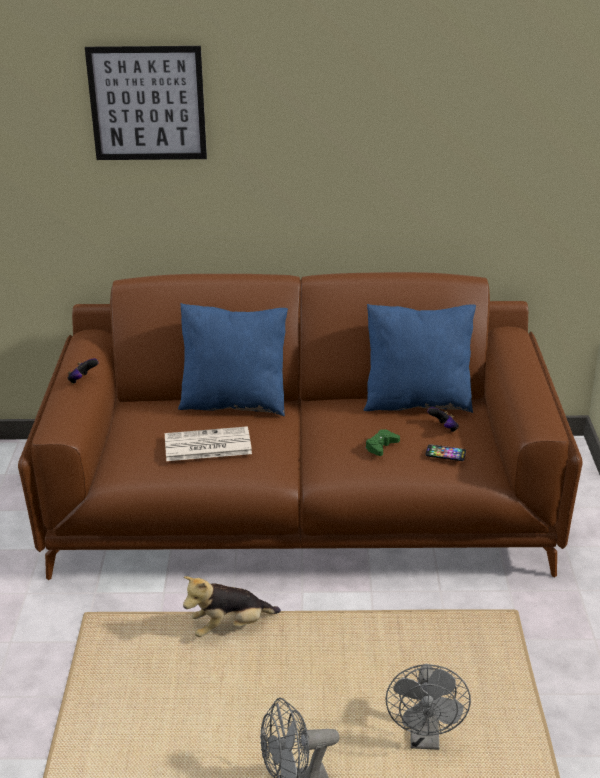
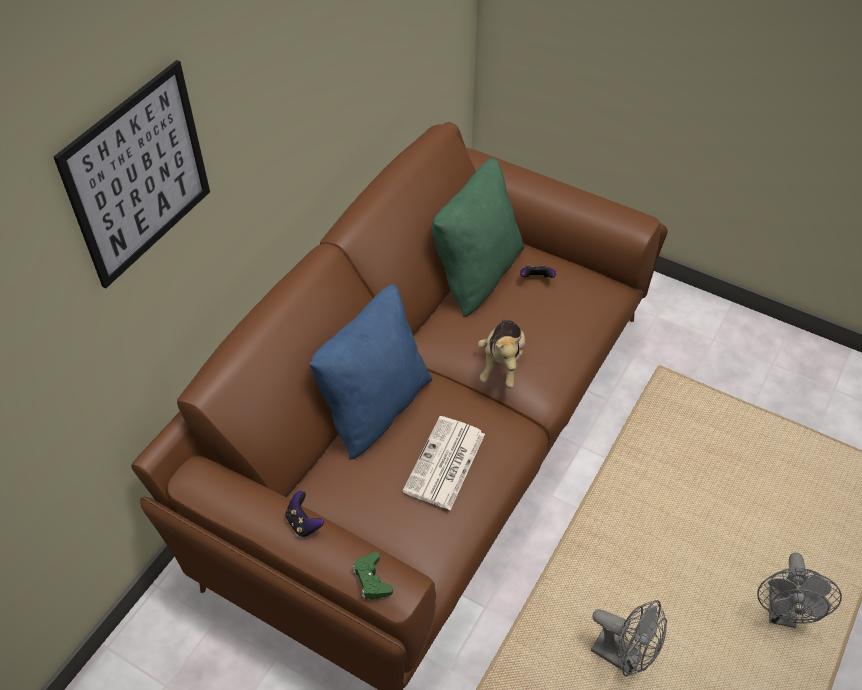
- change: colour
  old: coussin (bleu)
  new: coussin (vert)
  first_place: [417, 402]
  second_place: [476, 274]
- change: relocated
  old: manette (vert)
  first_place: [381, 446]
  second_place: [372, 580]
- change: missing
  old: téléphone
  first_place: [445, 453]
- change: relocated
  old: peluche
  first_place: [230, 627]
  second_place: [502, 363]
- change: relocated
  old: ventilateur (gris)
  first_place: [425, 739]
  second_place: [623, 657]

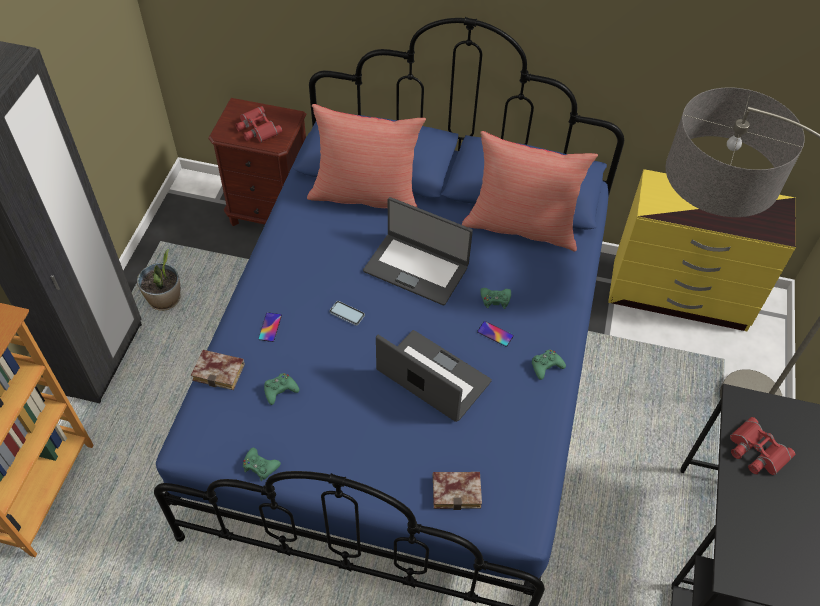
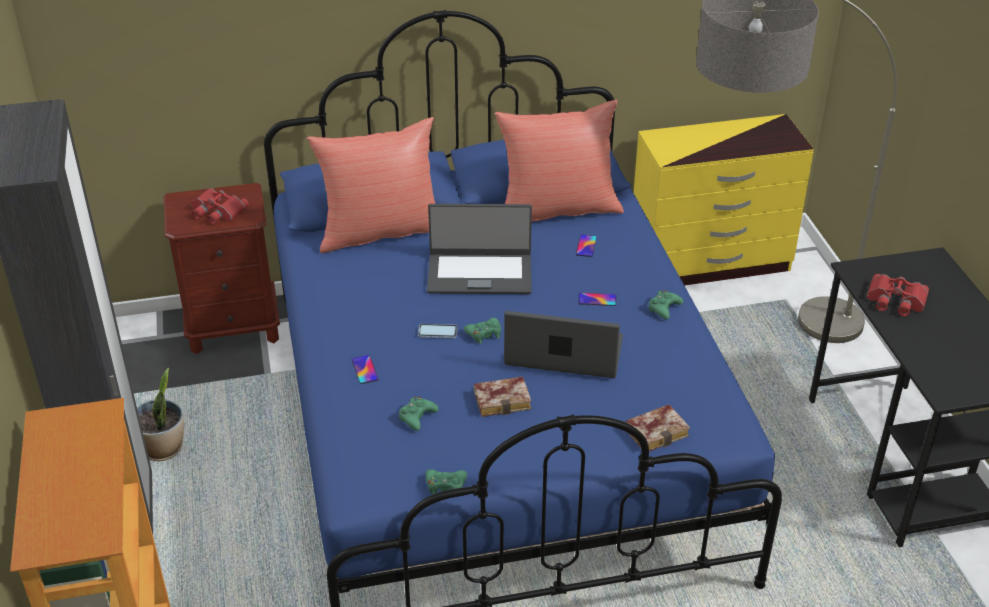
- change: relocated
  old: manette (vert)
  first_place: [495, 300]
  second_place: [484, 334]
- change: relocated
  old: livre
  first_place: [221, 371]
  second_place: [504, 399]
- change: appeared
  new: téléphone
  second_place: [586, 246]

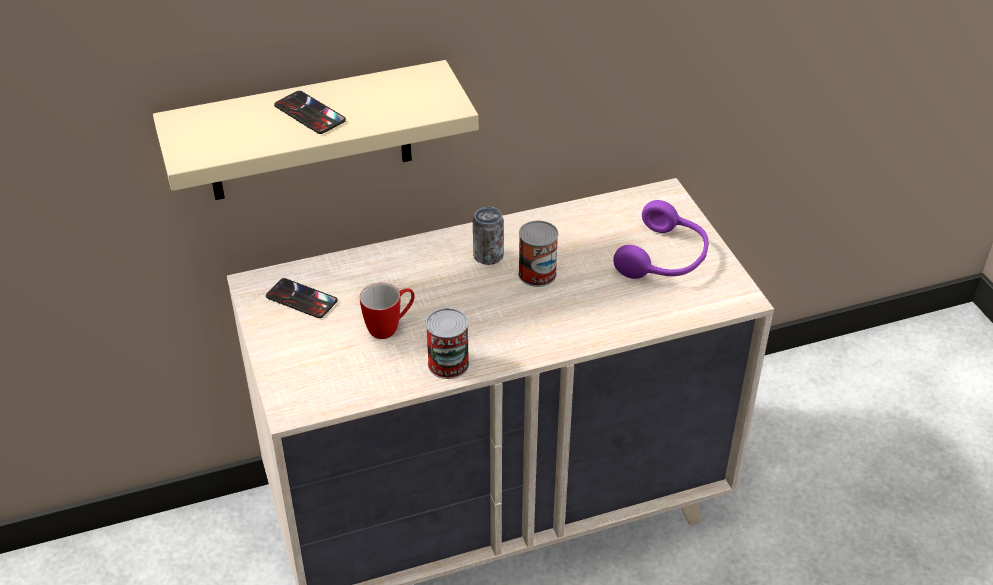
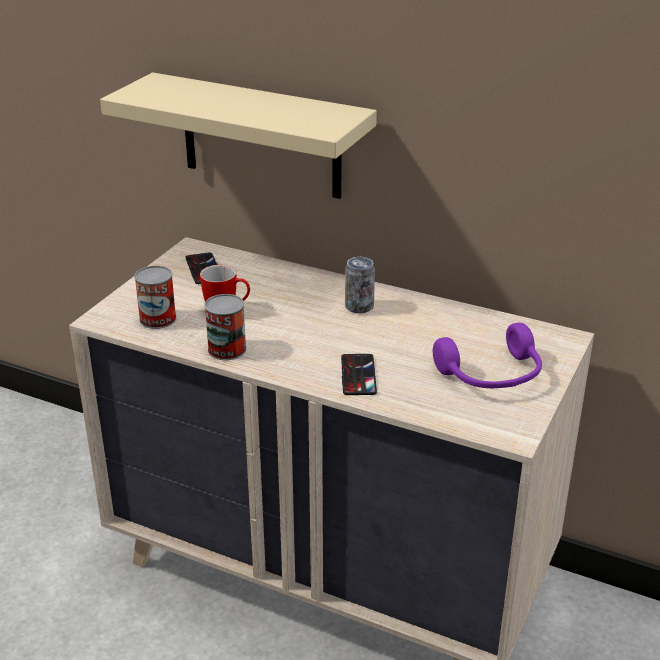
- change: relocated
  old: téléphone
  first_place: [309, 113]
  second_place: [358, 375]
- change: relocated
  old: boîte métallique
  first_place: [537, 274]
  second_place: [158, 319]

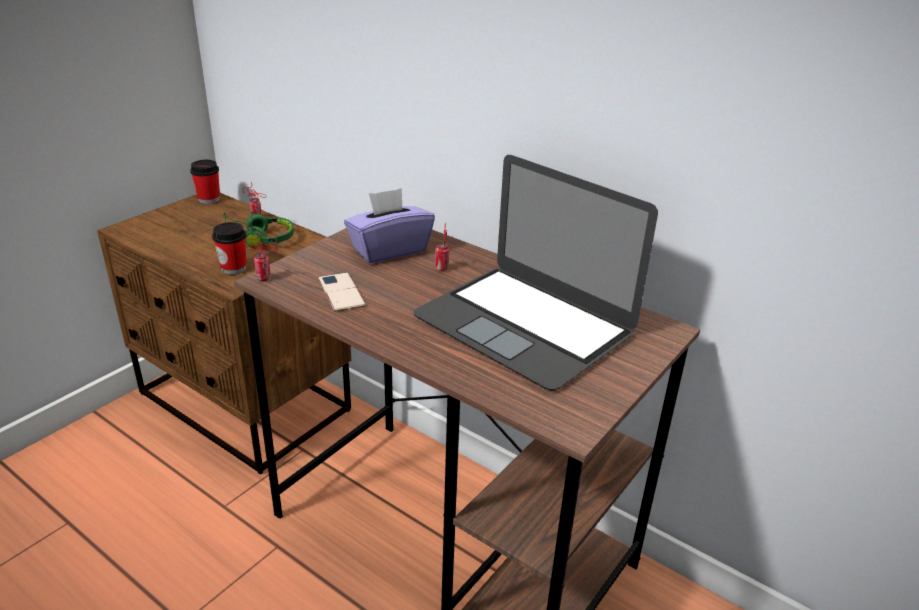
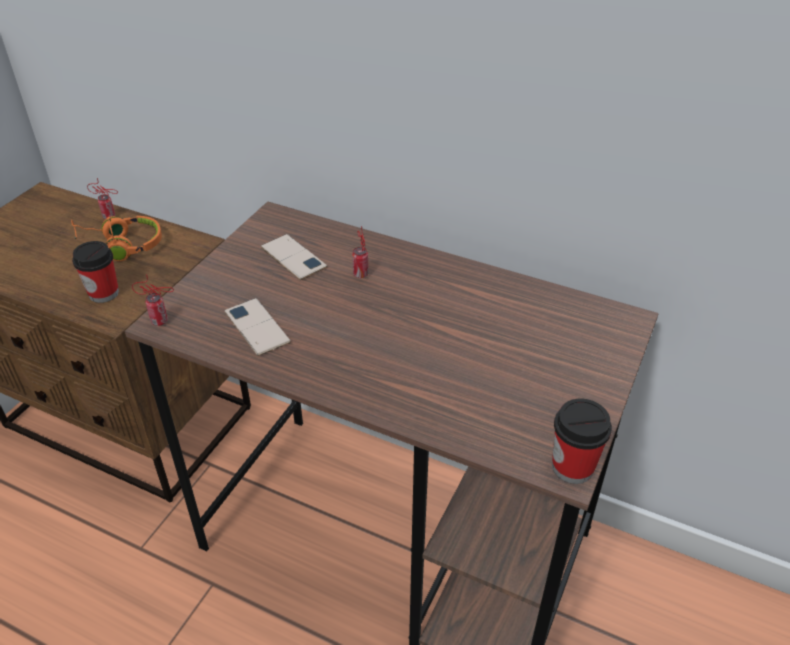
- change: missing
  old: ordinateur portable
  first_place: [523, 324]
- change: relocated
  old: tasse
  first_place: [209, 199]
  second_place: [572, 467]
- change: exchanged
  old: boîte à mouchoirs (violet)
  new: téléphone
  first_place: [389, 250]
  second_place: [293, 257]
- change: colour
  old: casque audio (vert)
  new: casque audio (orange)
  first_place: [259, 238]
  second_place: [121, 245]

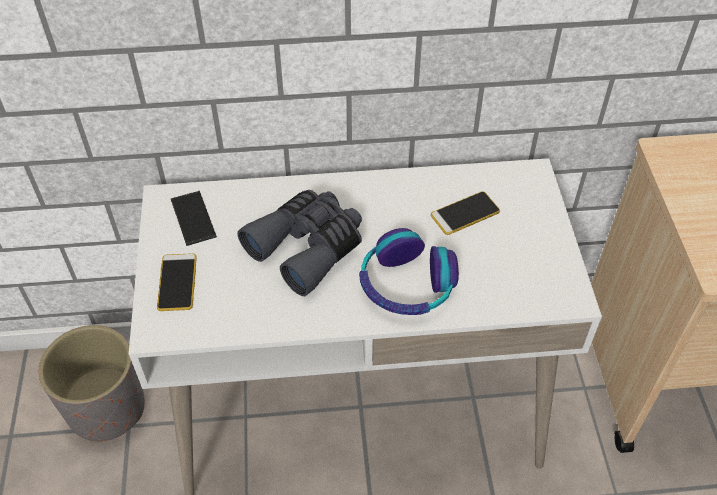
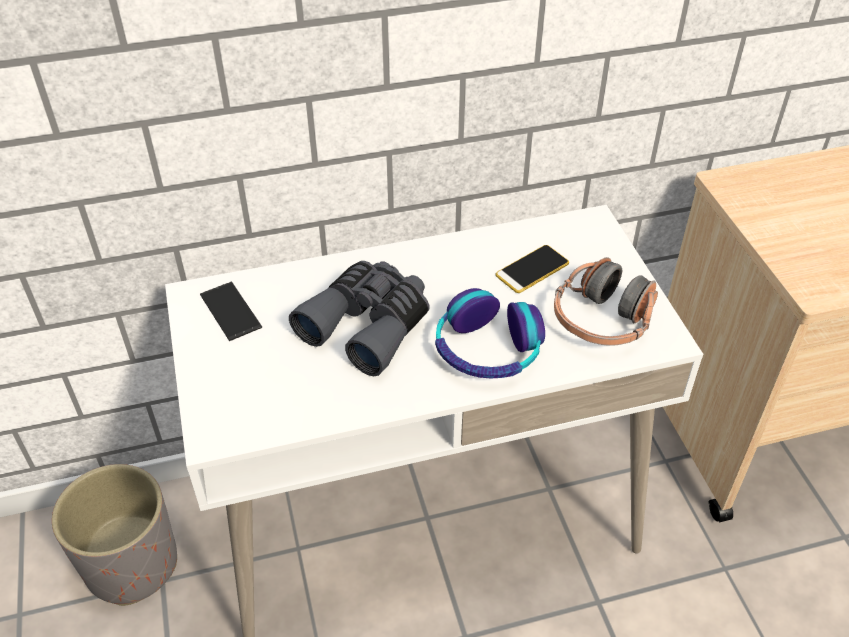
- change: missing
  old: téléphone
  first_place: [177, 282]
- change: appeared
  new: casque audio
  second_place: [602, 320]

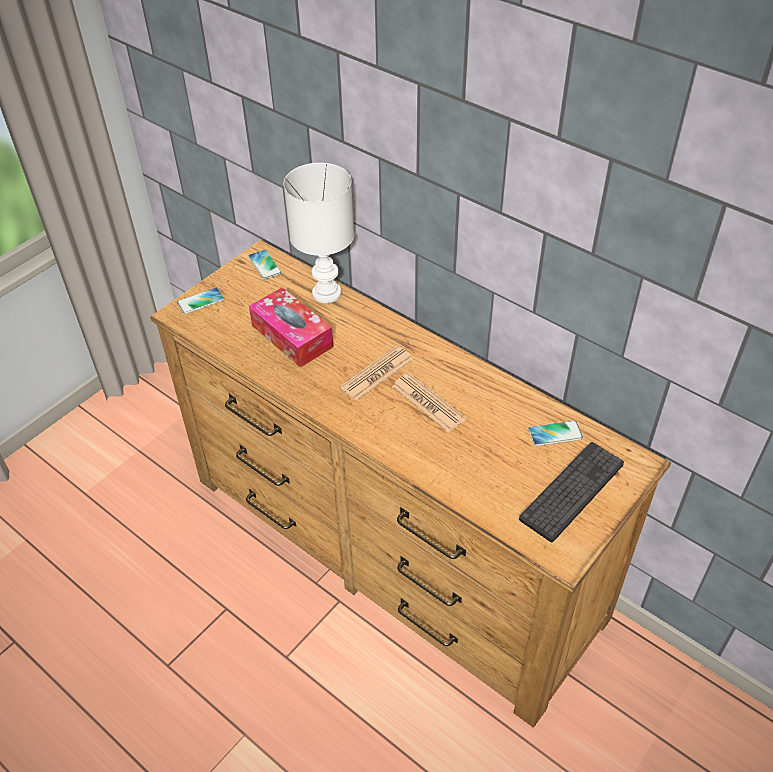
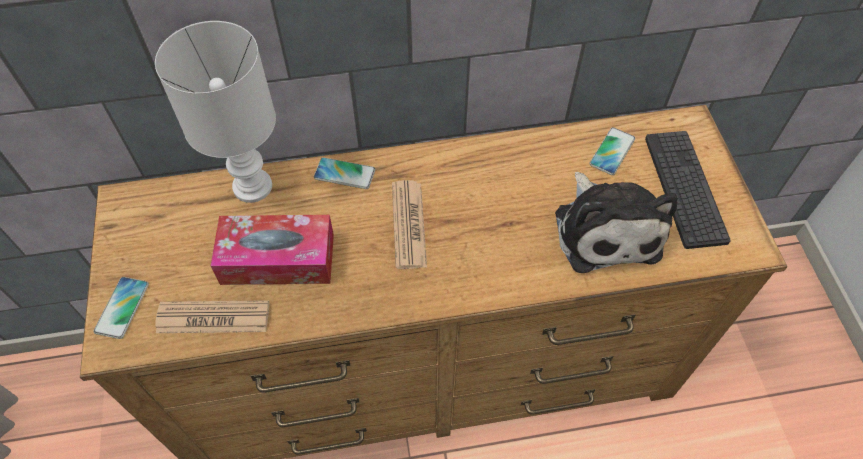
- change: relocated
  old: téléphone
  first_place: [264, 265]
  second_place: [344, 174]
- change: relocated
  old: journal
  first_place: [428, 403]
  second_place: [213, 317]
- change: appeared
  new: peluche
  second_place: [605, 229]

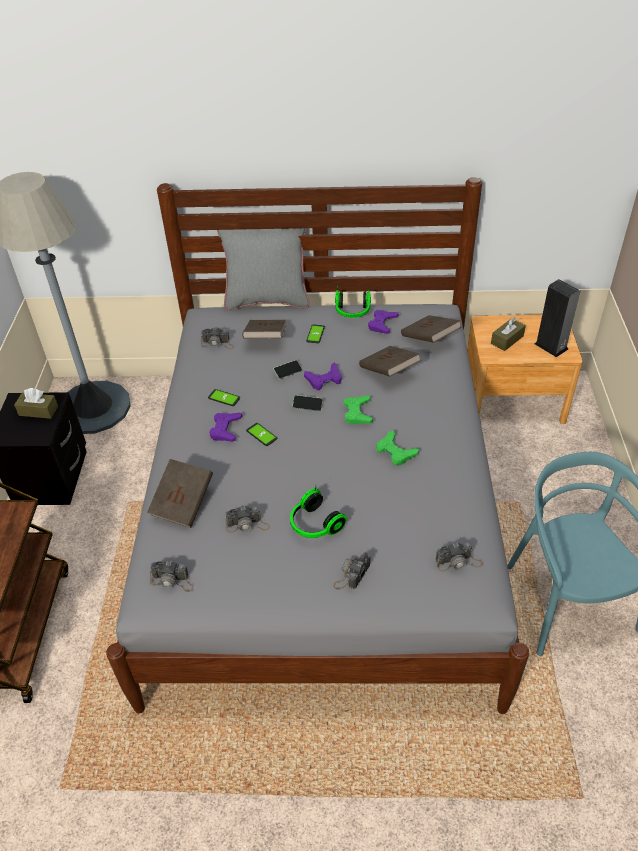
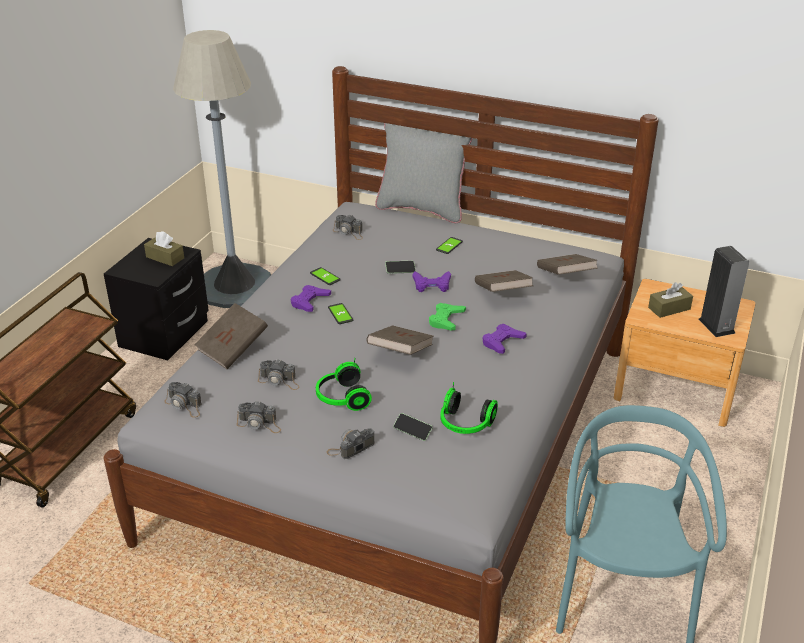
- change: relocated
  old: casque audio
  first_place: [352, 312]
  second_place: [465, 424]
- change: relocated
  old: manette (violet)
  first_place: [382, 324]
  second_place: [502, 342]
- change: relocated
  old: livre (marron)
  first_place: [265, 339]
  second_place: [400, 352]
- change: relocated
  old: téléphone
  first_place: [307, 406]
  second_place: [412, 431]
- change: missing
  old: manette (vert)
  first_place: [395, 452]
- change: relocated
  old: appareil photo
  first_place: [458, 562]
  second_place: [259, 424]

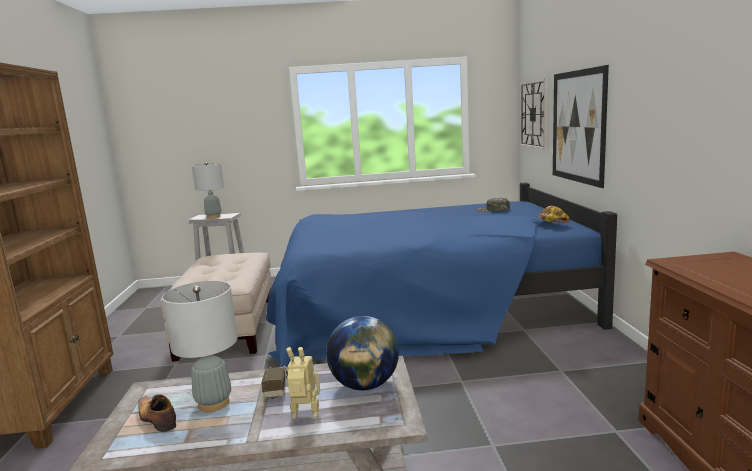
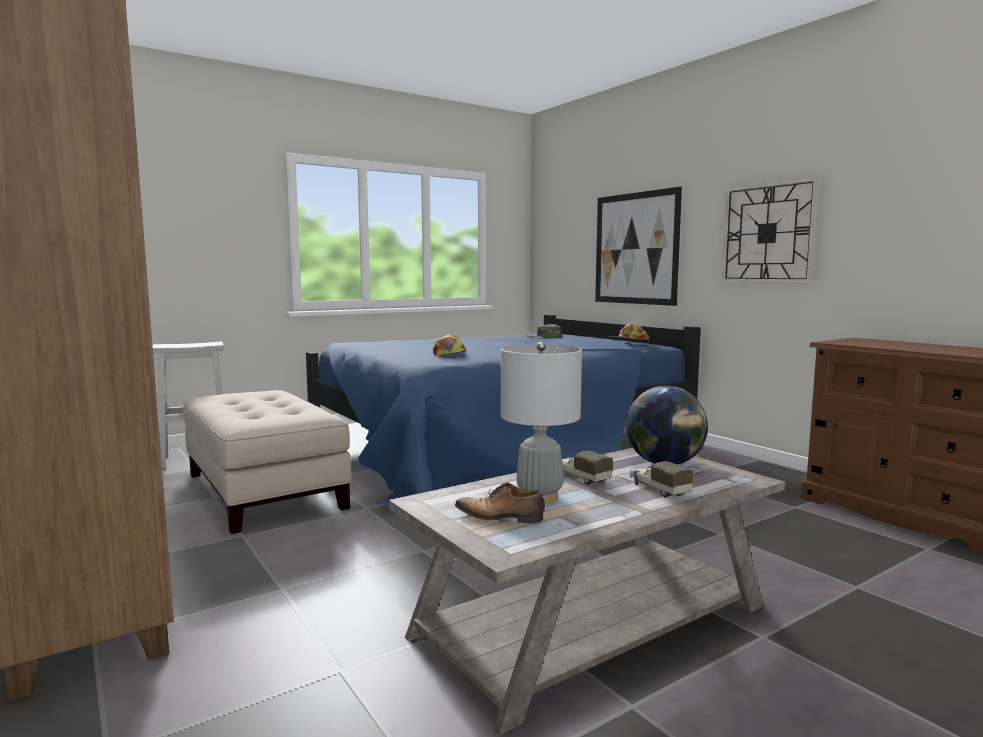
- change: relocated
  old: horloge murale
  first_place: [534, 114]
  second_place: [768, 233]
- change: missing
  old: lampe de table (gris)
  first_place: [213, 217]
- change: exchanged
  old: robot jouet
  new: camion jouet
  first_place: [305, 416]
  second_place: [658, 489]
- change: appeared
  new: casquette
  second_place: [449, 355]

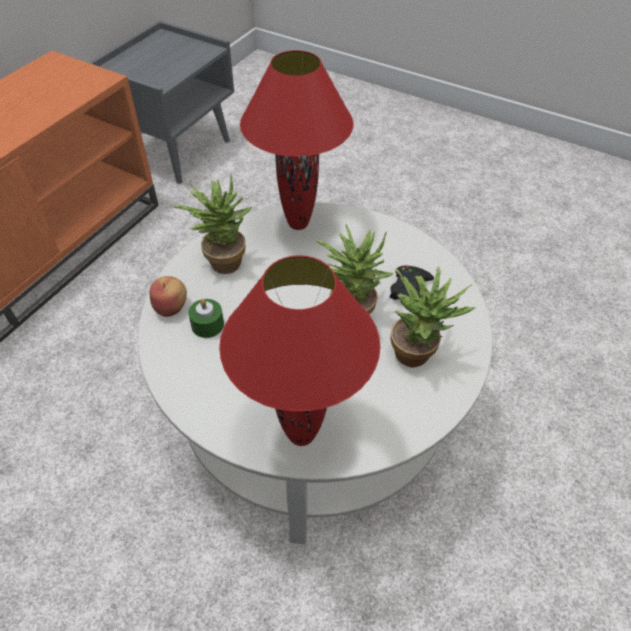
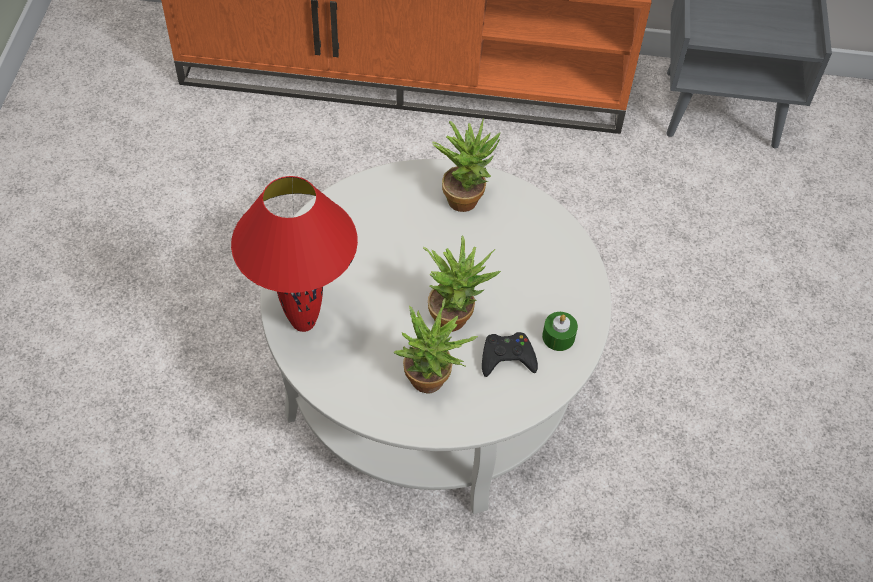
- change: missing
  old: lampe de table (rouge)
  first_place: [299, 224]
- change: missing
  old: pomme
  first_place: [171, 307]
- change: relocated
  old: bougie (vert)
  first_place: [207, 325]
  second_place: [558, 337]

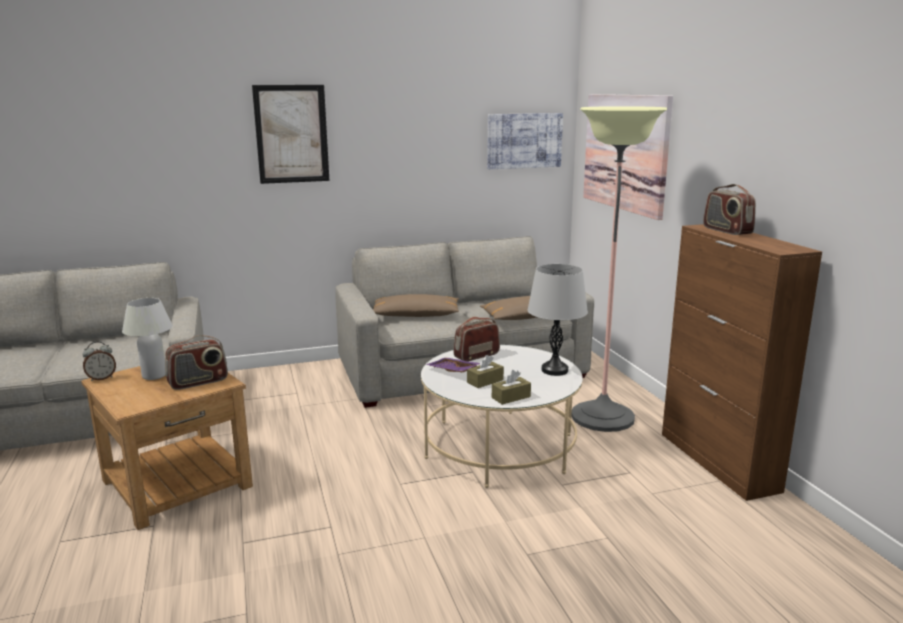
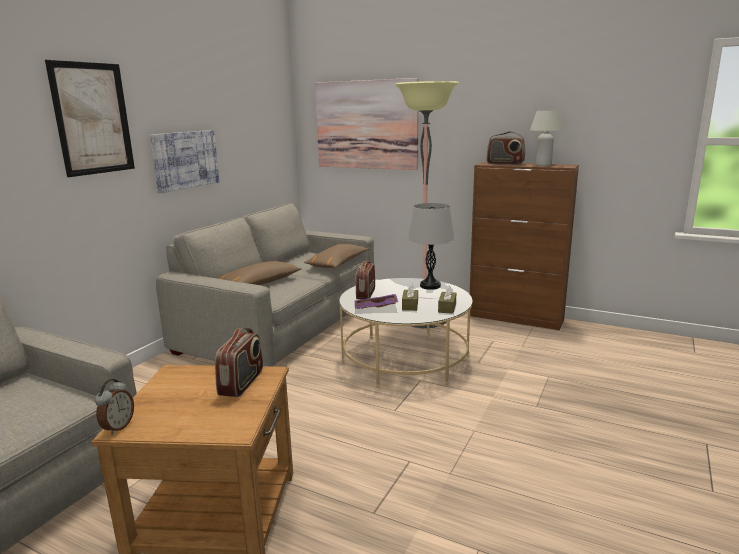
- change: relocated
  old: tableau
  first_place: [524, 140]
  second_place: [185, 160]
- change: relocated
  old: lampe de table (blanc)
  first_place: [154, 376]
  second_place: [543, 165]

